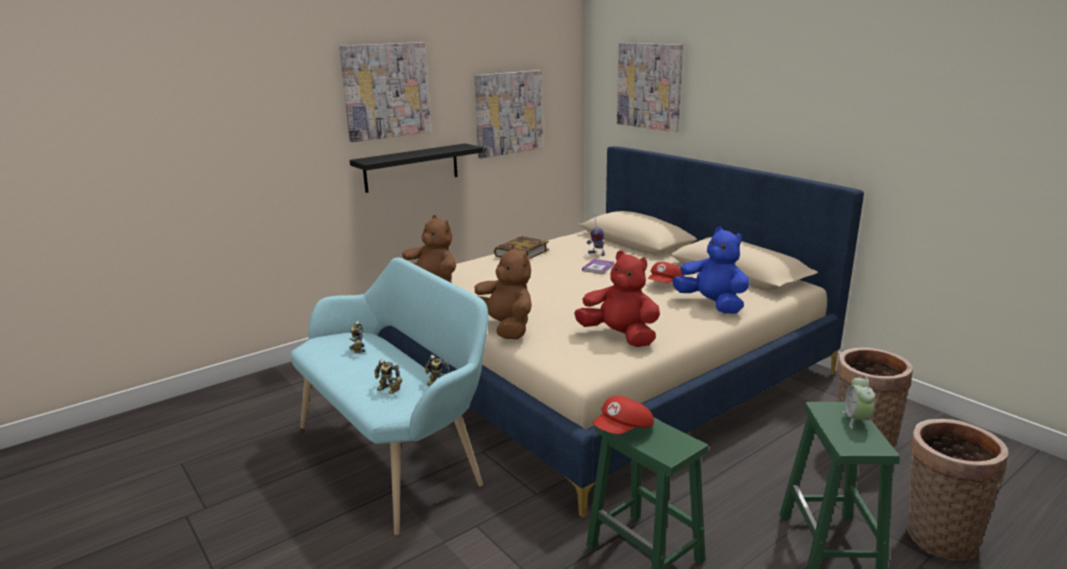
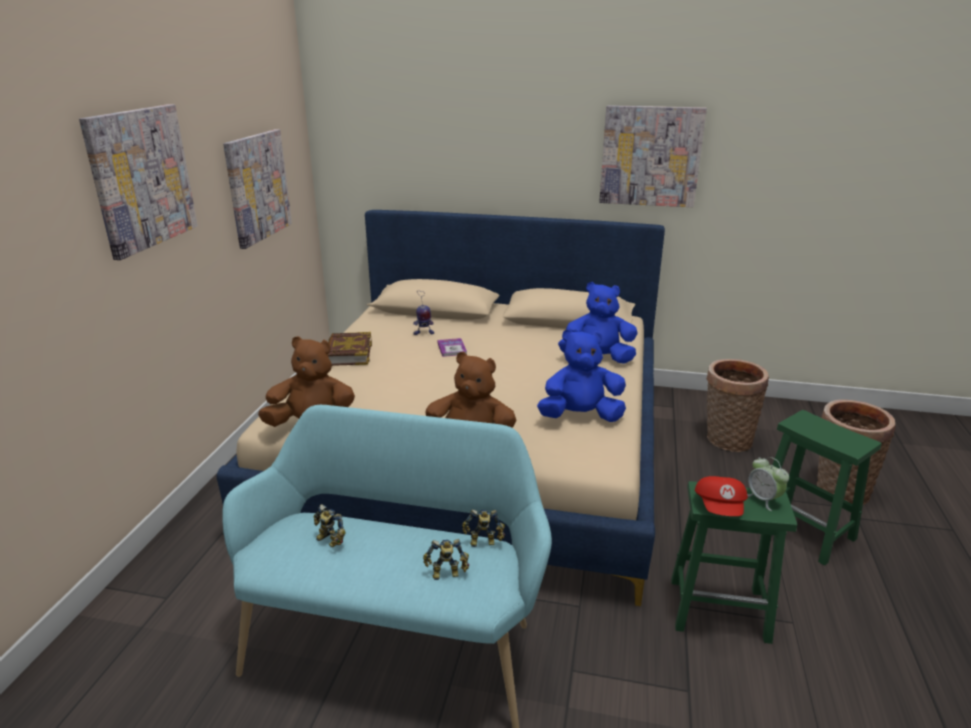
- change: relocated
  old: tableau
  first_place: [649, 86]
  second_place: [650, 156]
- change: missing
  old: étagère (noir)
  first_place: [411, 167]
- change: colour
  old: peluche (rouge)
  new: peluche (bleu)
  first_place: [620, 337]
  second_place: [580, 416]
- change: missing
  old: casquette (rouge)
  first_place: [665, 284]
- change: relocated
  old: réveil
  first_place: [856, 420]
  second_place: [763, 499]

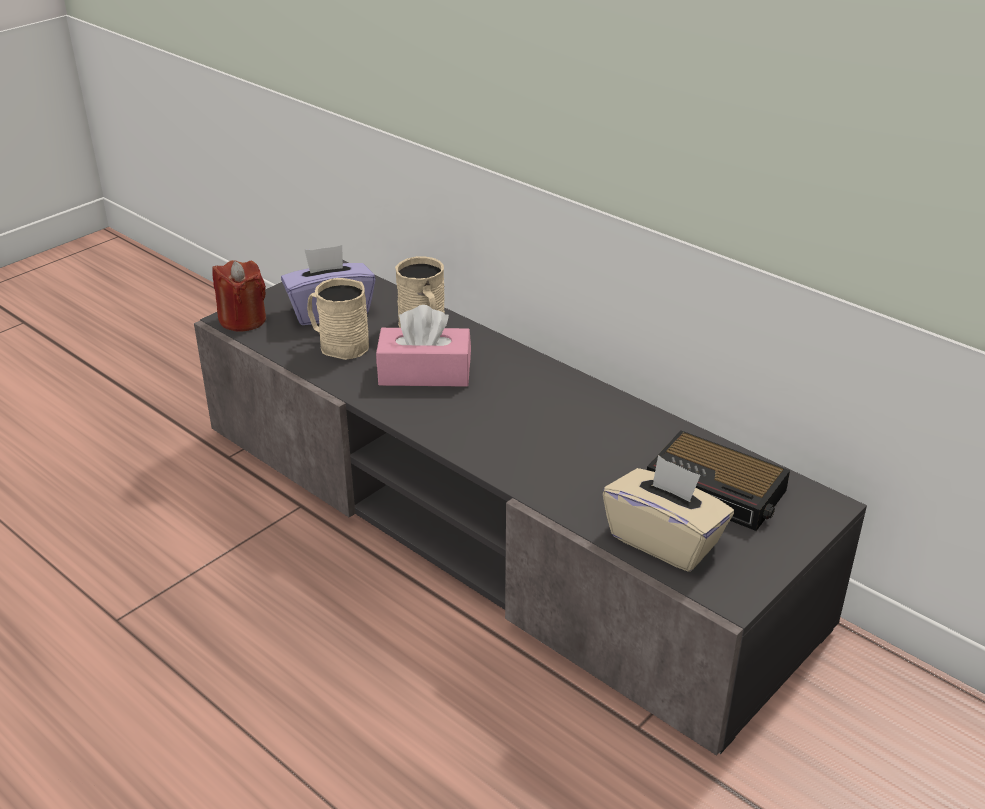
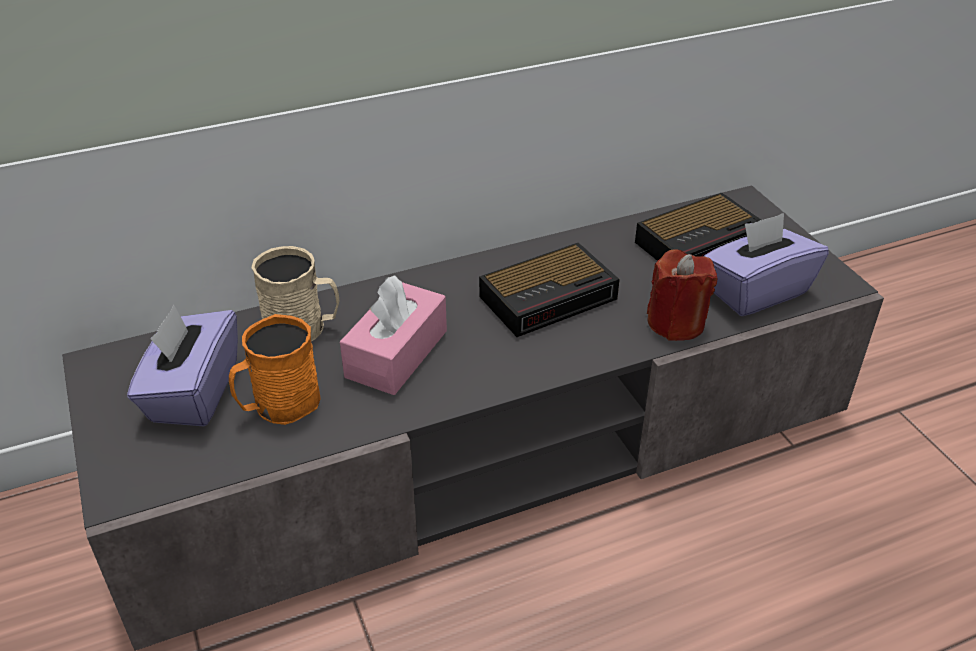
- change: relocated
  old: bougie (rouge)
  first_place: [243, 320]
  second_place: [676, 323]
- change: colour
  old: mug (beige)
  new: mug (orange)
  first_place: [338, 345]
  second_place: [278, 405]
- change: colour
  old: boîte à mouchoirs (beige)
  new: boîte à mouchoirs (violet)
  first_place: [664, 540]
  second_place: [756, 291]
- change: appeared
  new: réveil
  second_place: [550, 297]

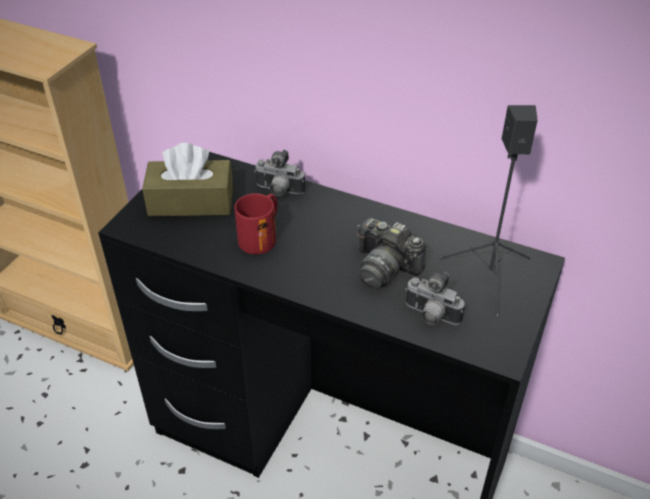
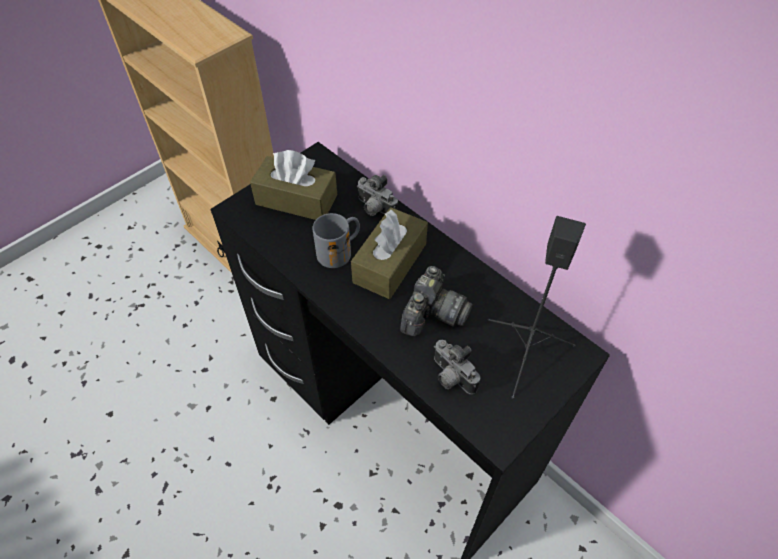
- change: colour
  old: mug (rouge)
  new: mug (gris)
  first_place: [261, 236]
  second_place: [339, 250]
- change: spun
  old: appareil photo
  first_place: [385, 267]
  second_place: [432, 314]
  degrees: -120
- change: appeared
  new: boîte à mouchoirs (marron)
  second_place: [390, 263]

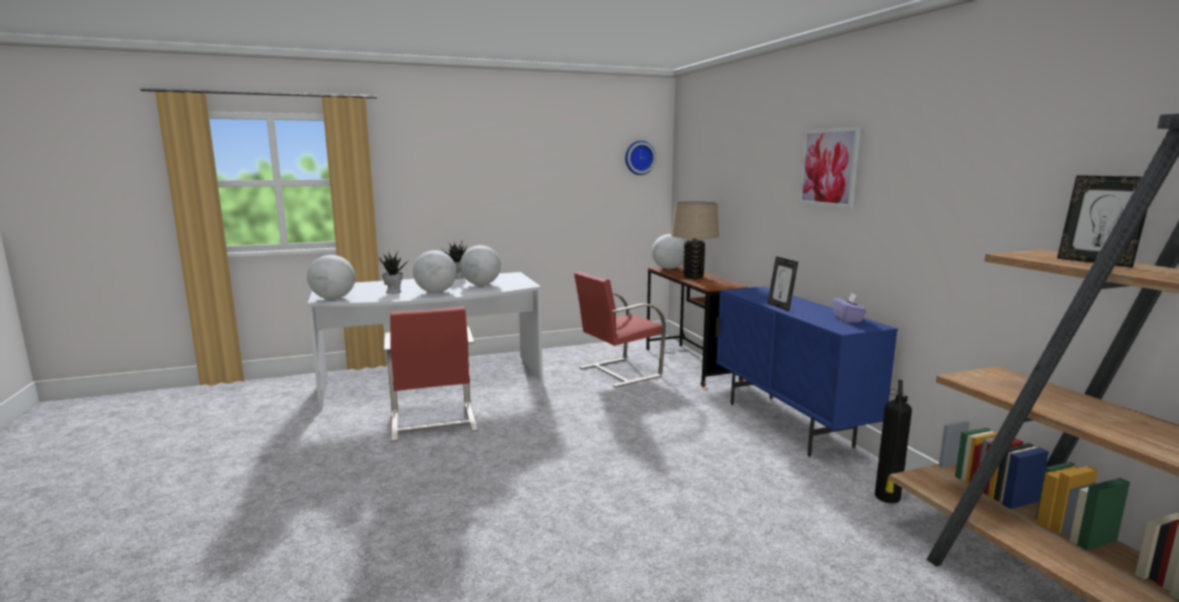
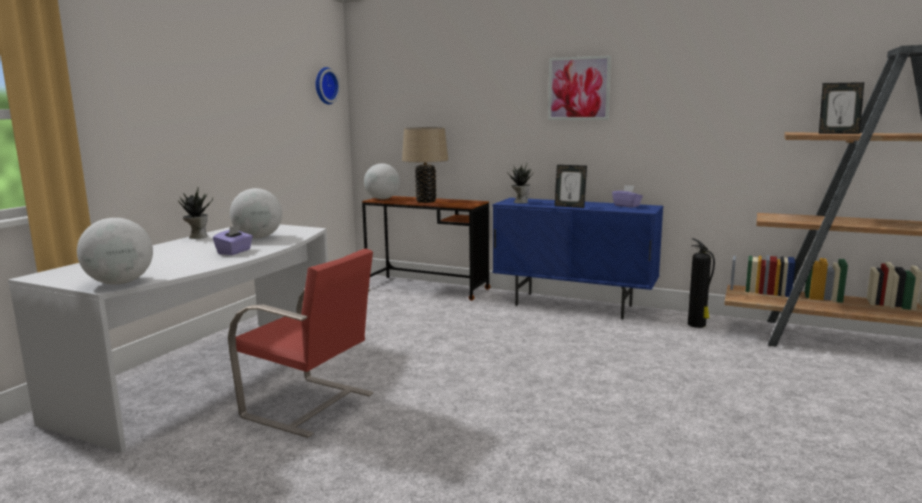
- change: relocated
  old: plante en pot
  first_place: [394, 291]
  second_place: [520, 202]
- change: exchanged
  old: globe
  new: boîte à mouchoirs (violet)
  first_place: [436, 292]
  second_place: [235, 252]
- change: missing
  old: chaise (rouge)
  first_place: [618, 372]

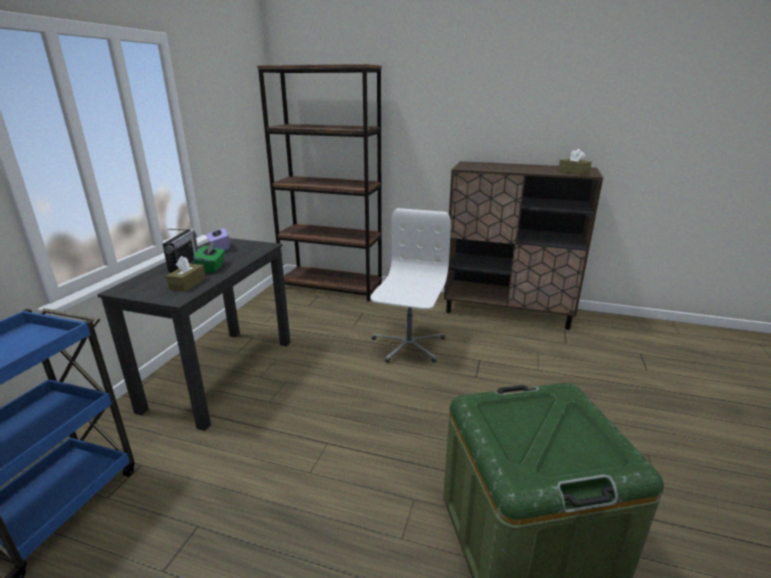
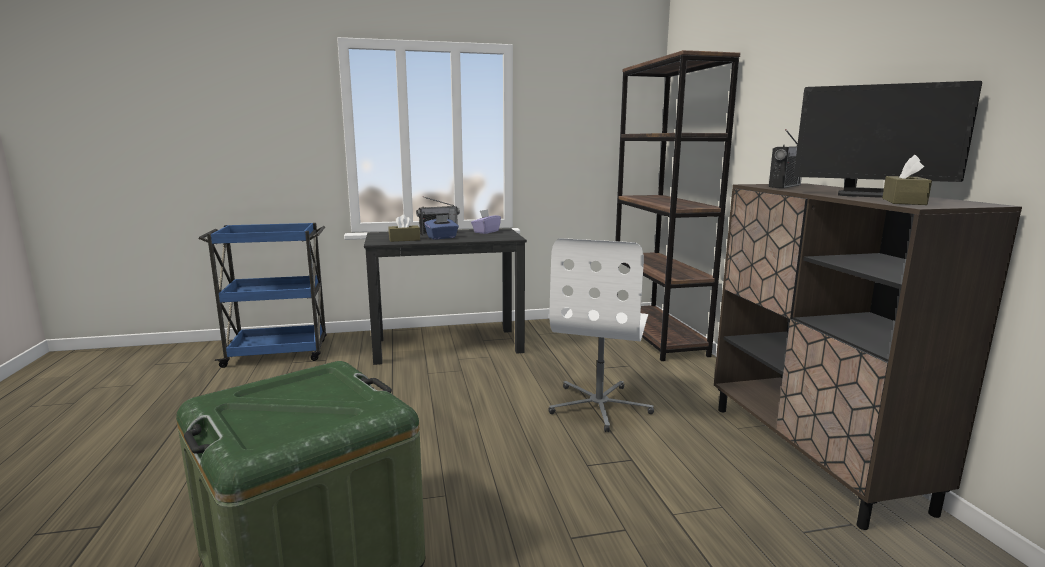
- change: spun
  old: chaise de bureau (blanc)
  first_place: [408, 345]
  second_place: [599, 406]
  degrees: 120
- change: colour
  old: boîte à mouchoirs (vert)
  new: boîte à mouchoirs (bleu)
  first_place: [212, 268]
  second_place: [442, 237]
- change: appeared
  new: écran d'ordinateur
  second_place: [870, 195]
- change: appeared
  new: radio
  second_place: [785, 186]

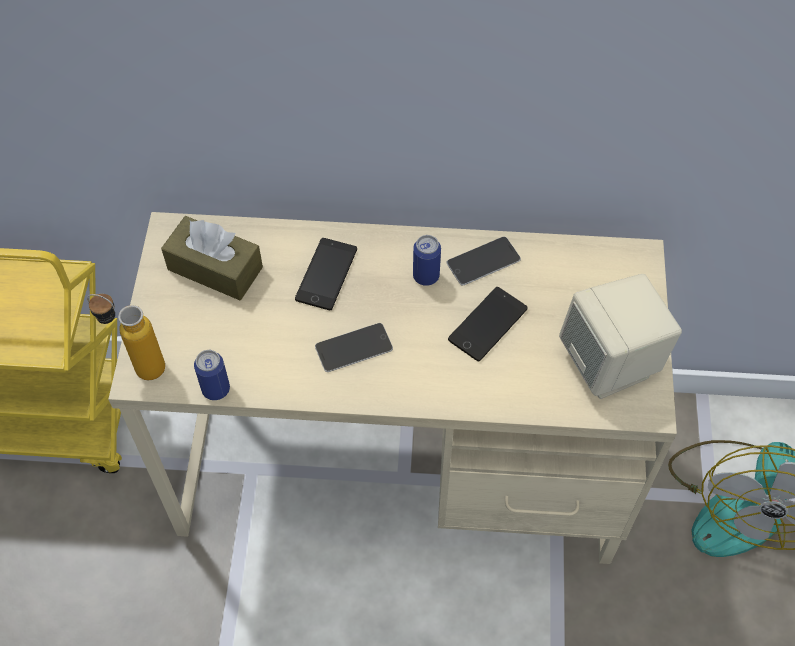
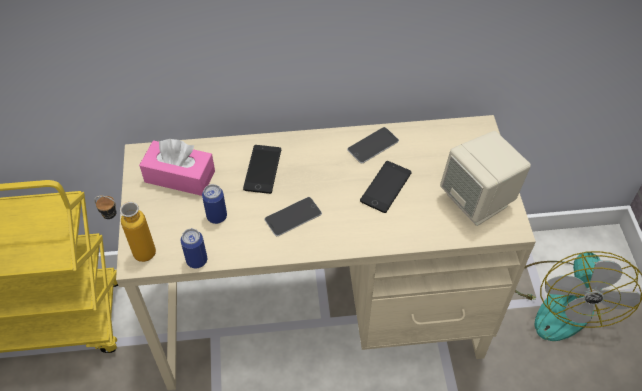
- change: colour
  old: boîte à mouchoirs (marron)
  new: boîte à mouchoirs (rose)
  first_place: [215, 268]
  second_place: [180, 176]
- change: relocated
  old: boîte métallique
  first_place: [426, 276]
  second_place: [217, 216]

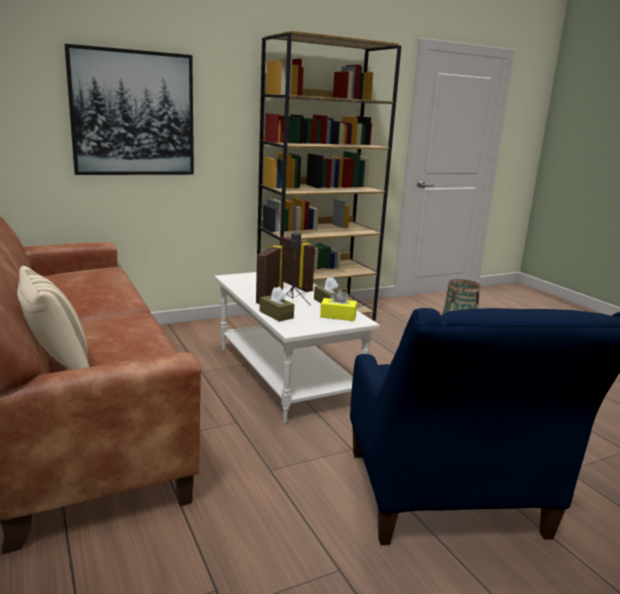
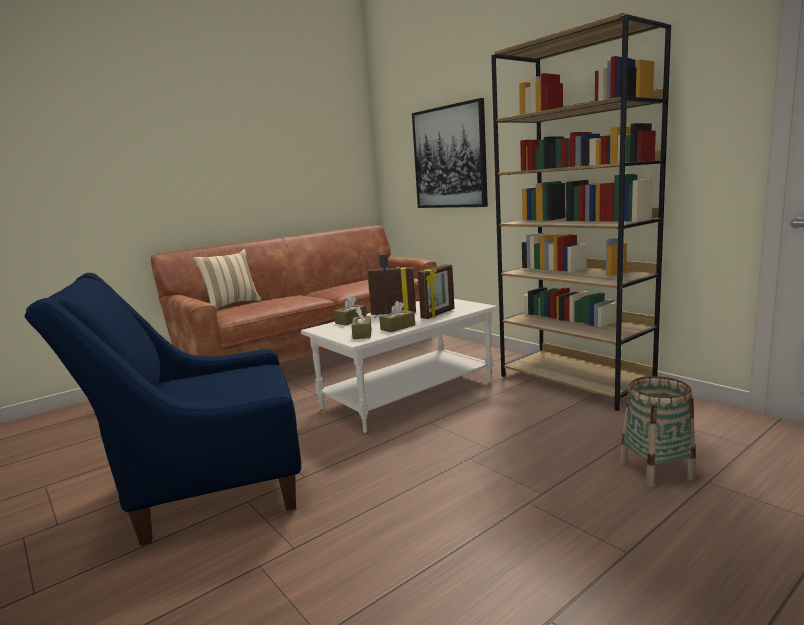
- change: colour
  old: boîte à mouchoirs (jaune)
  new: boîte à mouchoirs (marron)
  first_place: [338, 316]
  second_place: [362, 334]

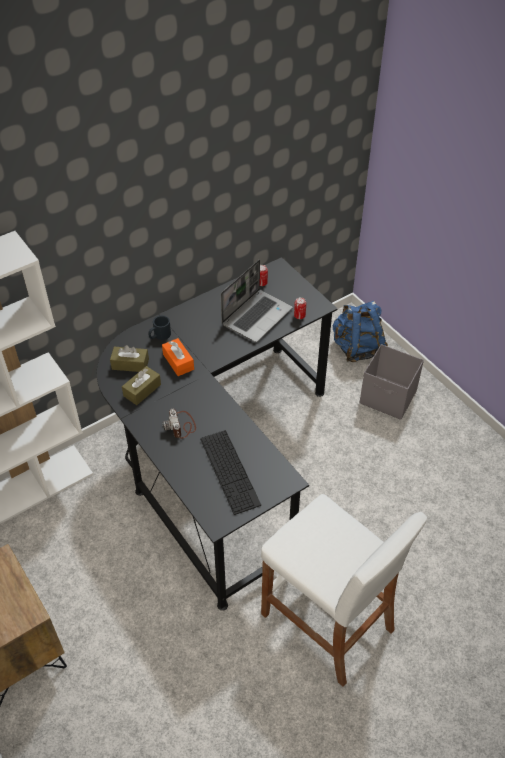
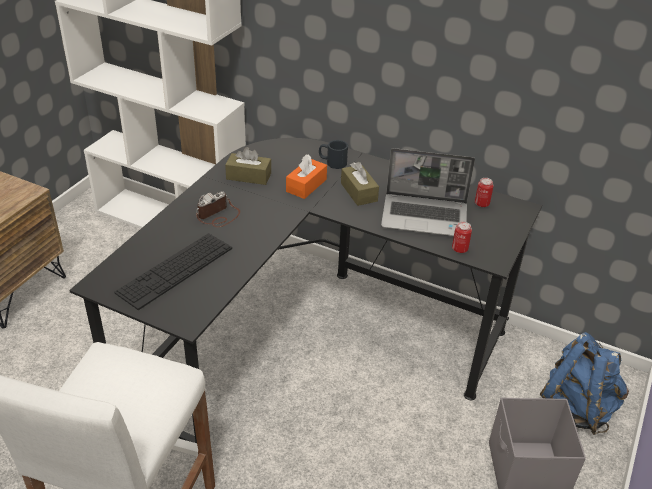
- change: relocated
  old: boîte à mouchoirs (marron)
  first_place: [130, 364]
  second_place: [359, 192]

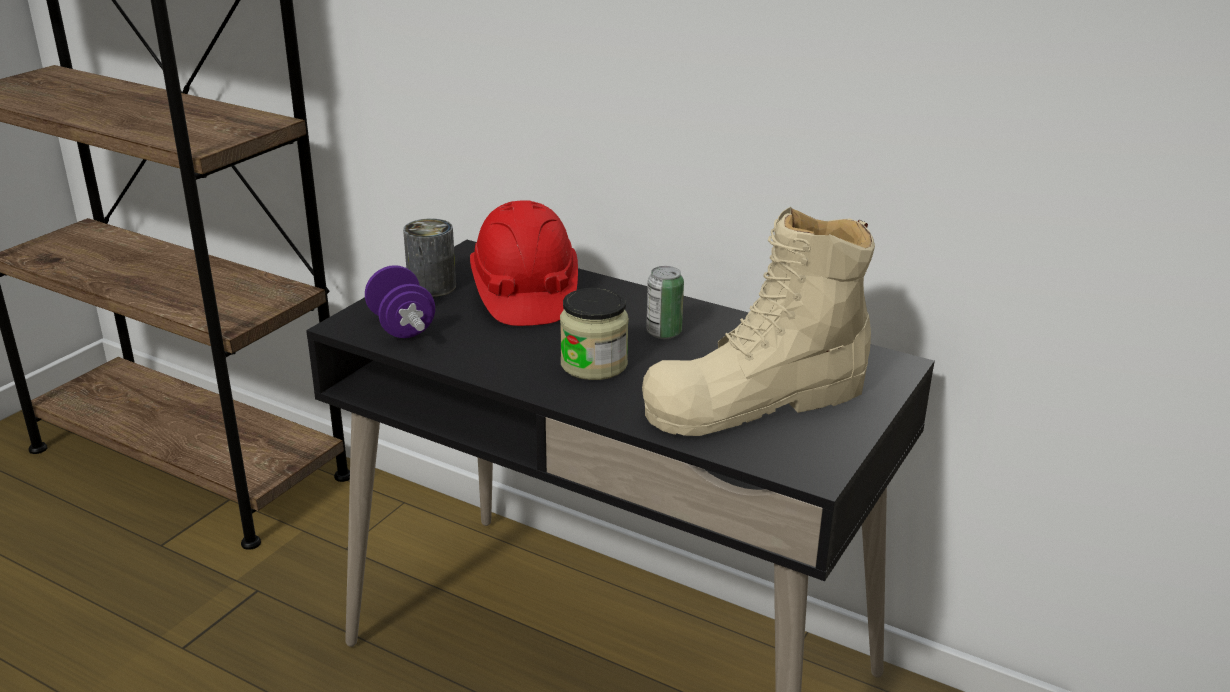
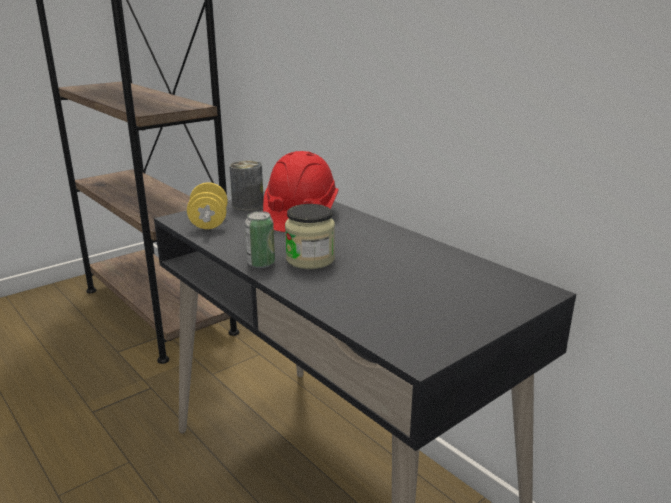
- change: missing
  old: botte (beige)
  first_place: [756, 401]
- change: colour
  old: haltère (violet)
  new: haltère (jaune)
  first_place: [401, 326]
  second_place: [209, 223]
- change: relocated
  old: boîte métallique
  first_place: [664, 333]
  second_place: [261, 263]

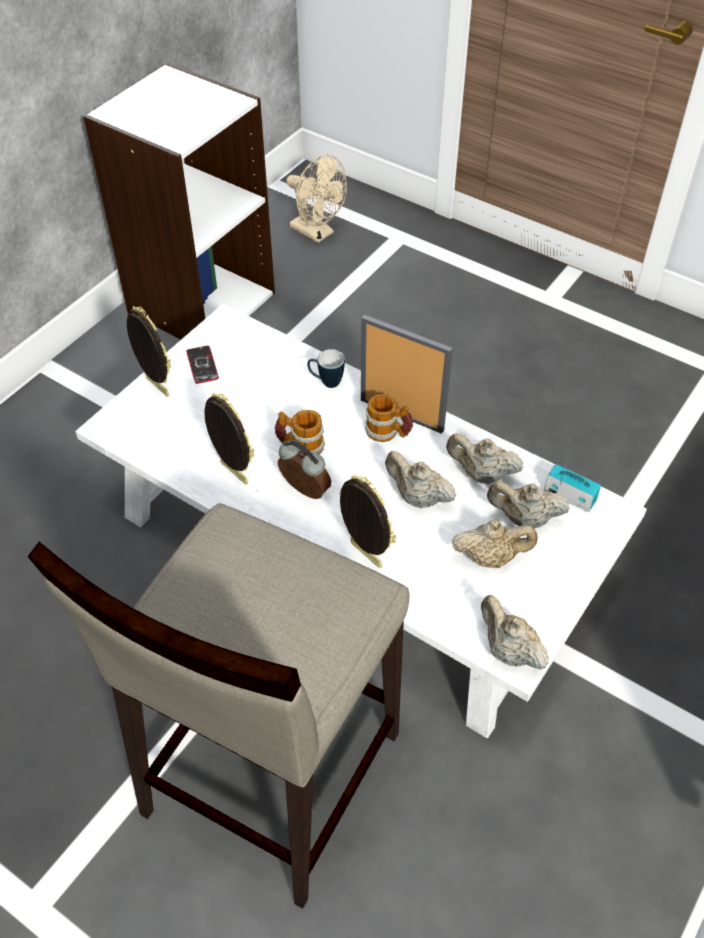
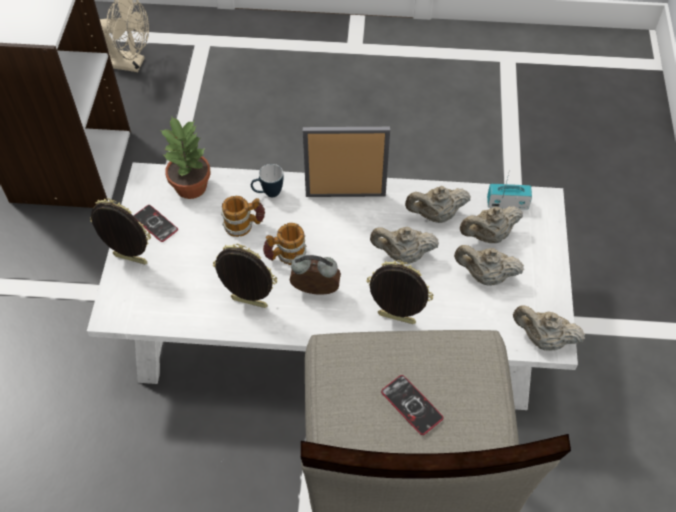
- change: relocated
  old: mug
  first_place: [388, 432]
  second_place: [244, 225]
- change: spun
  old: théière (beige)
  first_place: [491, 557]
  second_place: [485, 276]
  degrees: -135
- change: appeared
  new: plante en pot
  second_place: [191, 186]
- change: appeared
  new: téléphone
  second_place: [411, 405]

